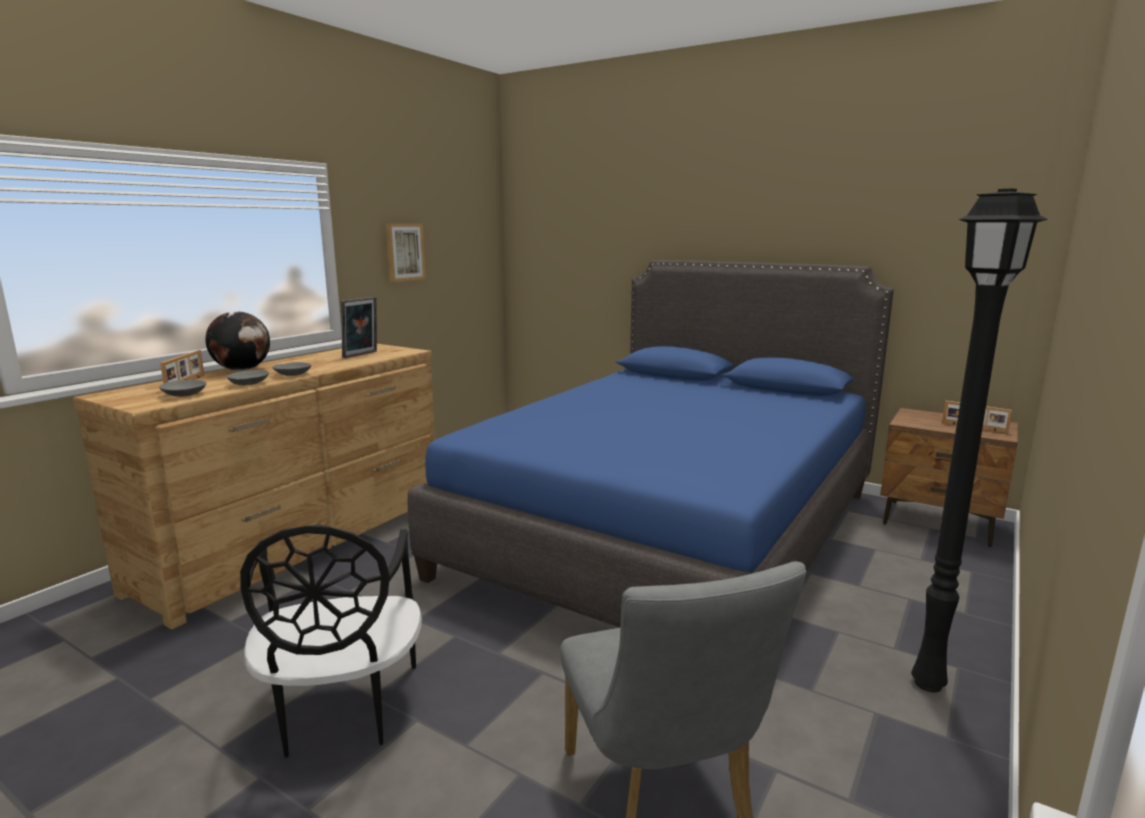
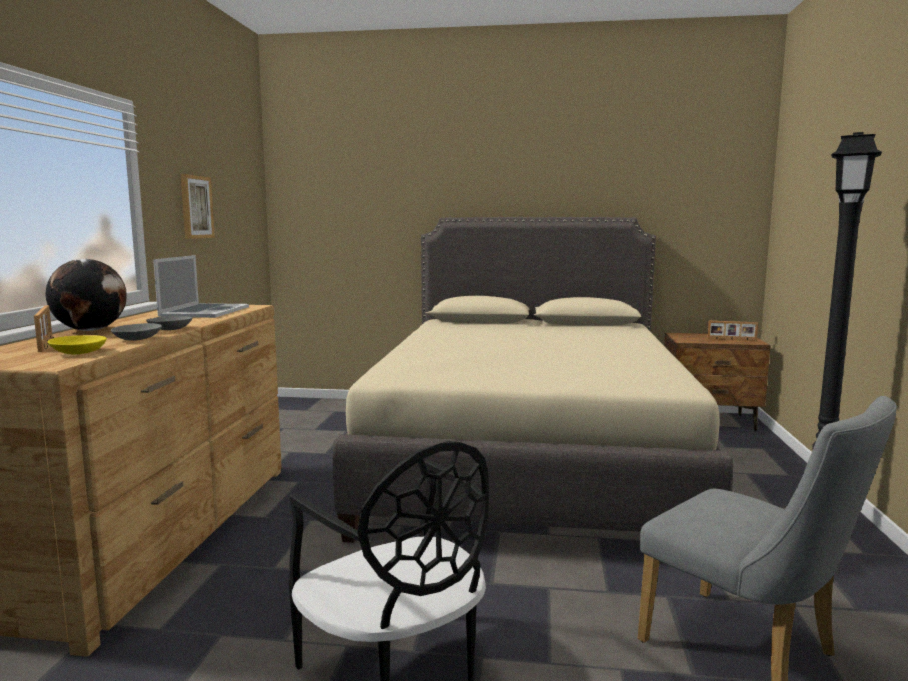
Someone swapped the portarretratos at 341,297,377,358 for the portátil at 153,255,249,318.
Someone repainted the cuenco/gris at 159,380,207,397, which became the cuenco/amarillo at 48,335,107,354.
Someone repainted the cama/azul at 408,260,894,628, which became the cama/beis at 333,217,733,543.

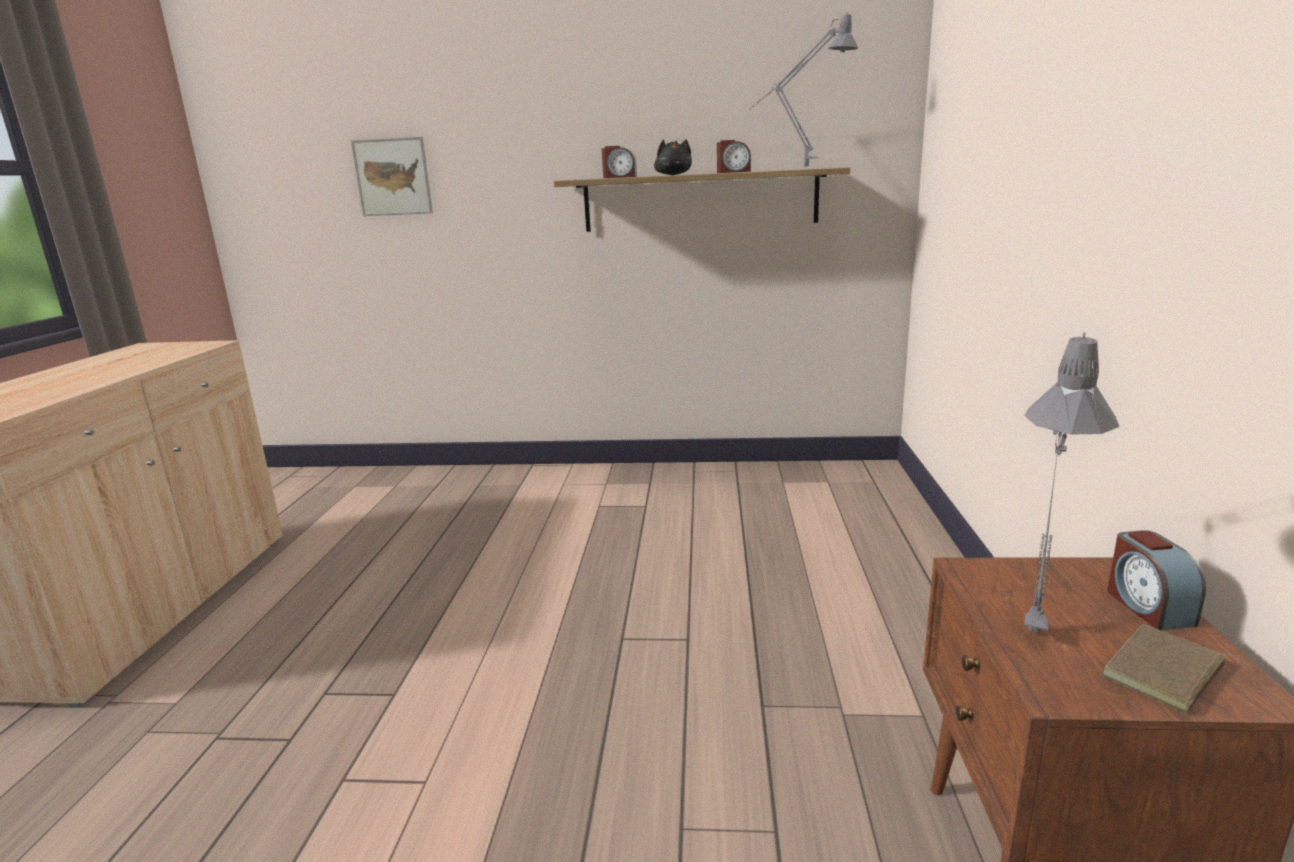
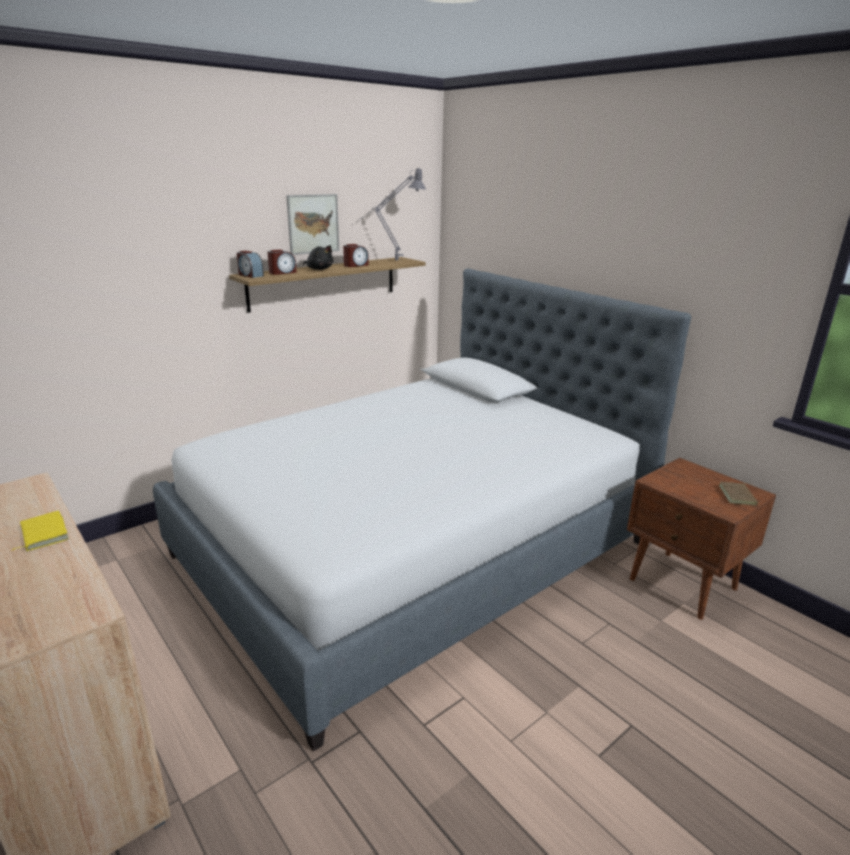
Someone took away the lámpara de mesa/gris at 1024,332,1120,639.
Someone put down the libro/amarillo at 11,511,69,551.
Someone put down the cama at 153,268,691,752.
Someone carried the cuadro from 351,137,433,216 to 286,194,339,255.
Someone carried the despertador from 1107,530,1206,630 to 237,251,264,278.

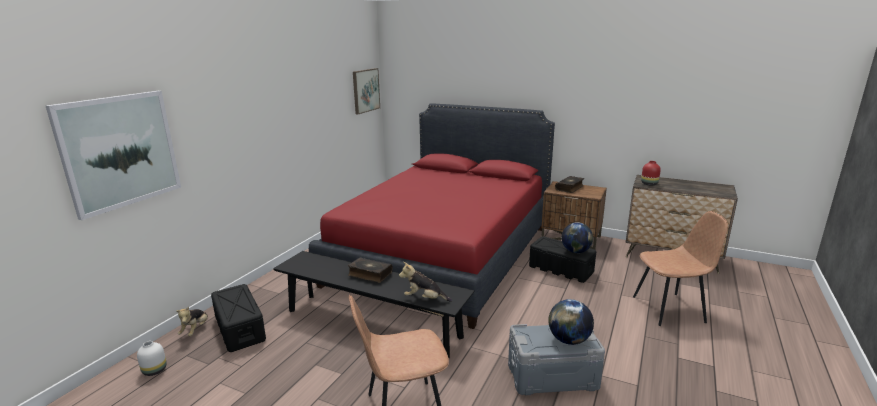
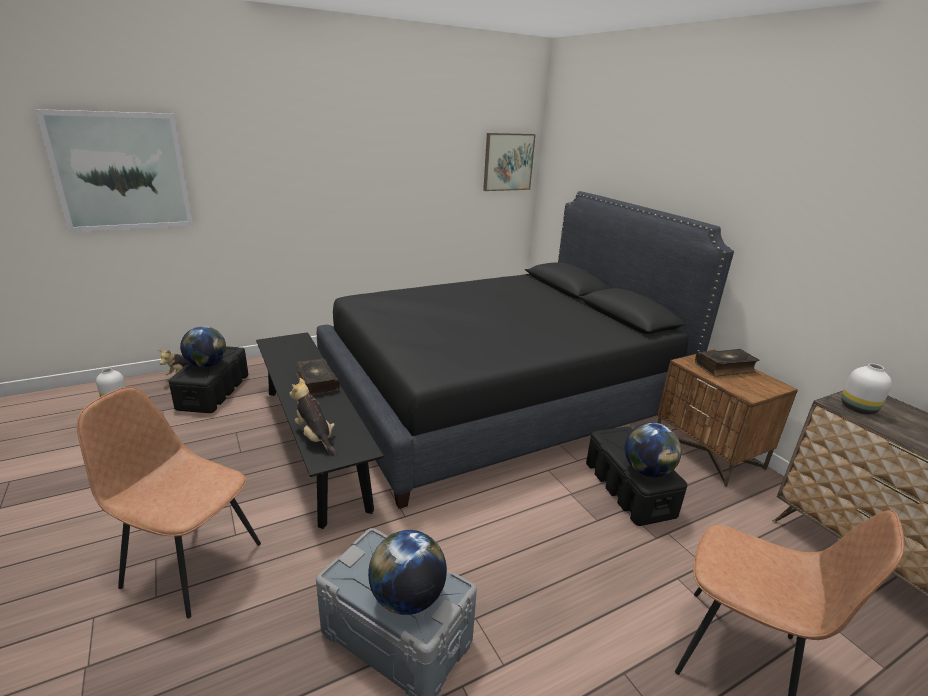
Someone put down the globo terráqueo at 180,326,226,368.
Someone repainted the cama/rojo at 309,103,555,329, which became the cama/negro at 317,191,734,509.
Someone repainted the florero/rojo at 641,161,661,186, which became the florero/blanco at 841,363,892,414.

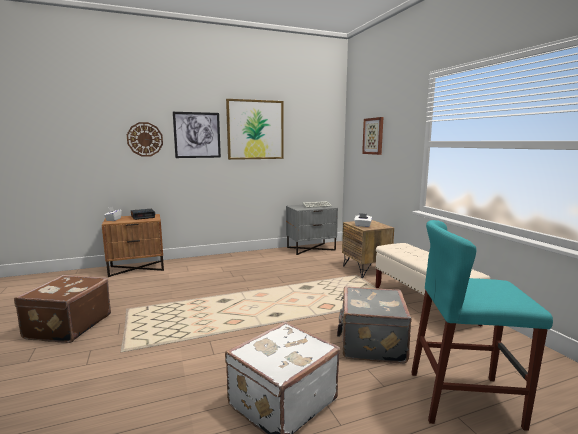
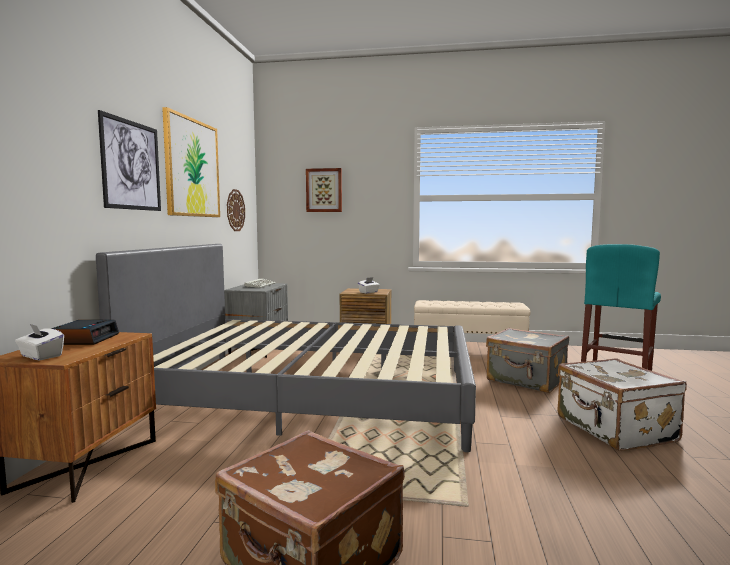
Someone put down the cama/gris at 96,244,476,452.
Someone carried the reloj de pared from 127,122,163,156 to 227,189,245,231.

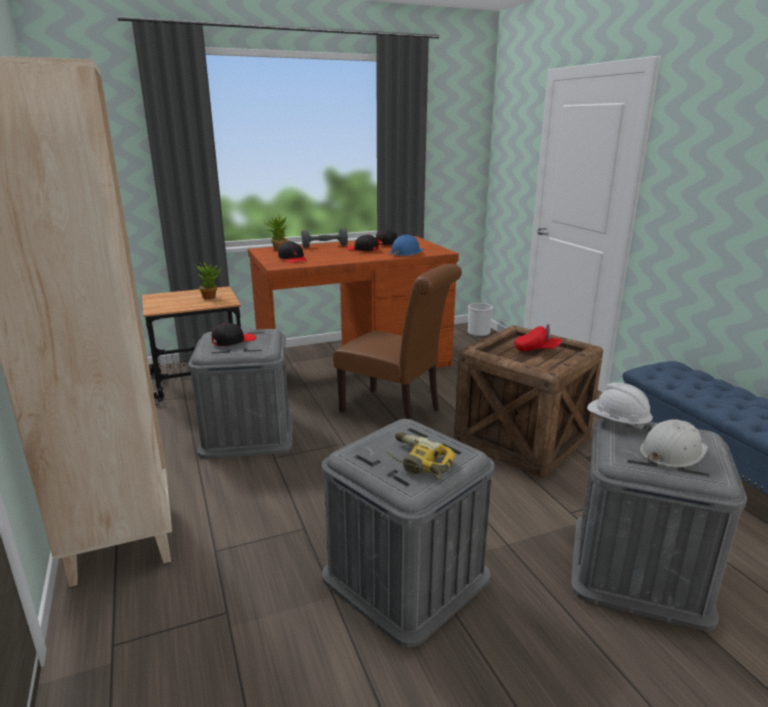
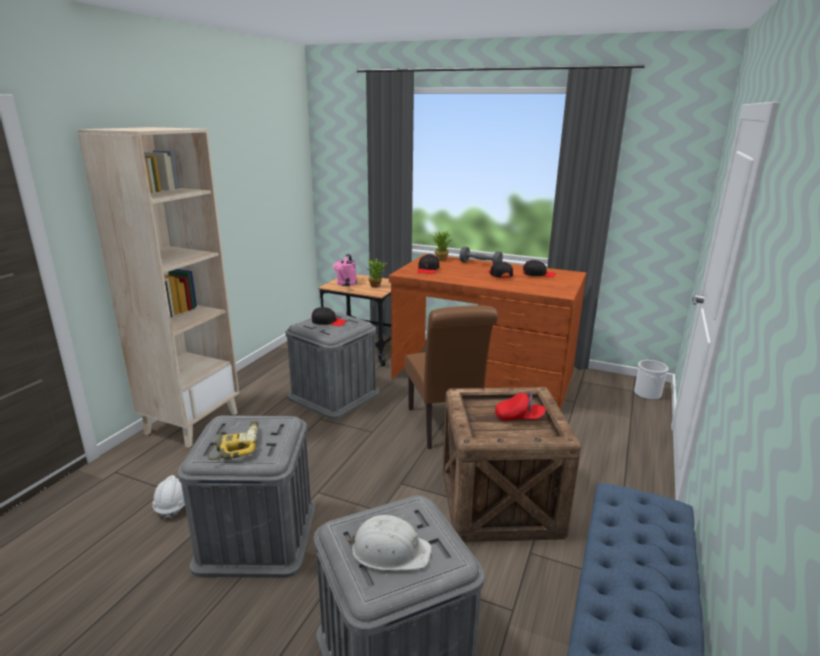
Someone took away the casco/azul at 390,235,423,256.
Someone put down the regadera/rosa at 333,254,357,286.
Someone carried the casco/blanco from 587,383,653,431 to 152,475,185,520.
Someone rotated the gorra/rojo at 514,324,562,352 by 45 degrees counterclockwise.

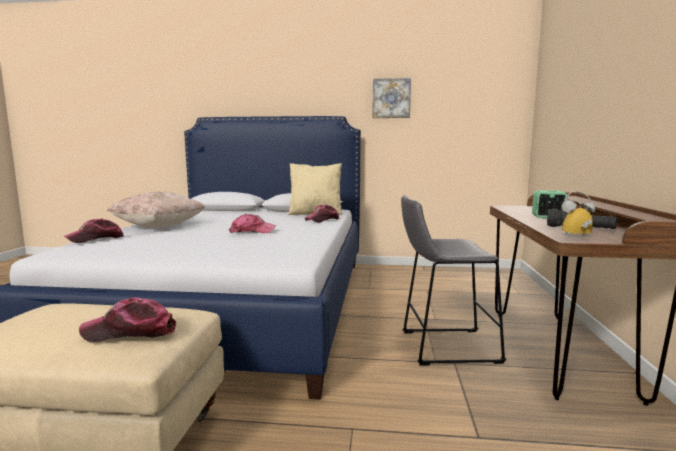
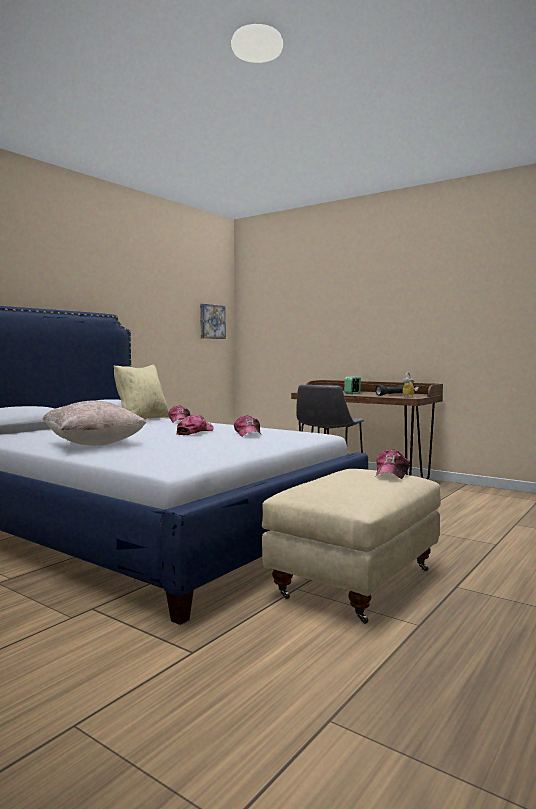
Someone carried the gorra from 64,218,124,243 to 234,415,261,437.
Someone carried the cuadro from 372,78,411,118 to 200,304,226,339.

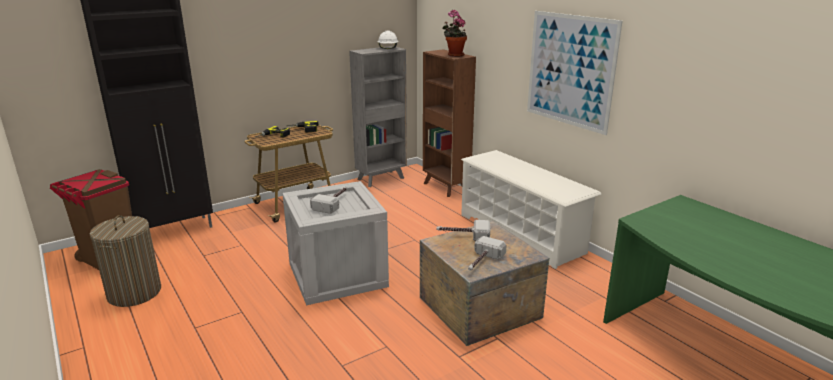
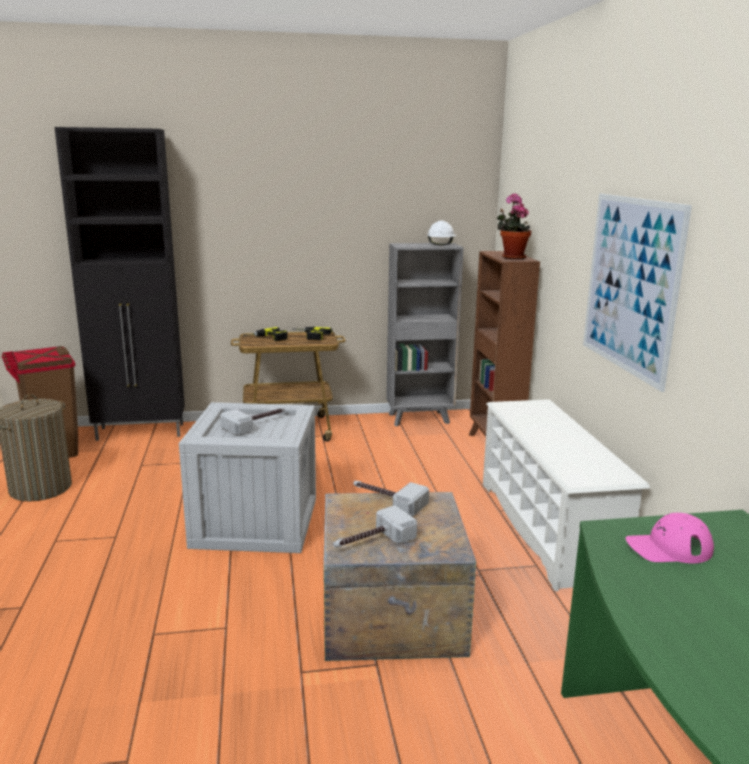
Someone put down the gorra/rosa at 626,513,714,563.

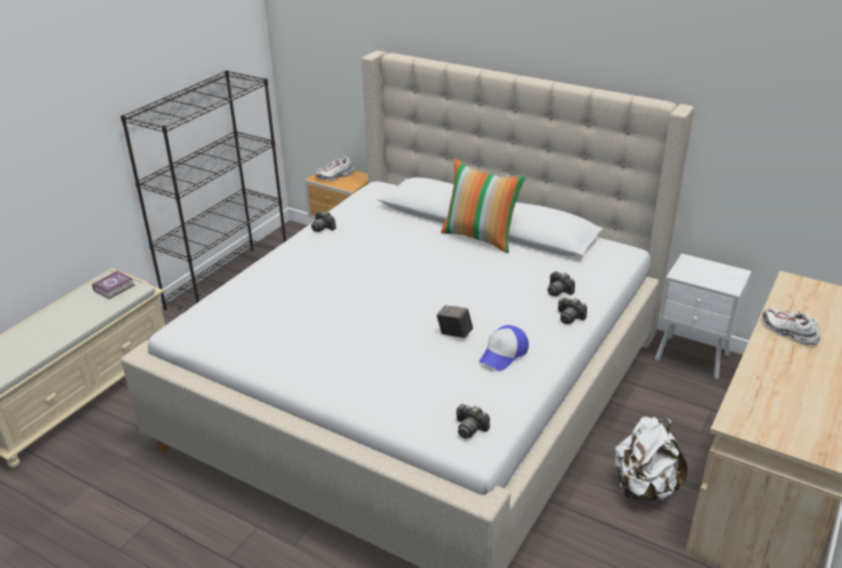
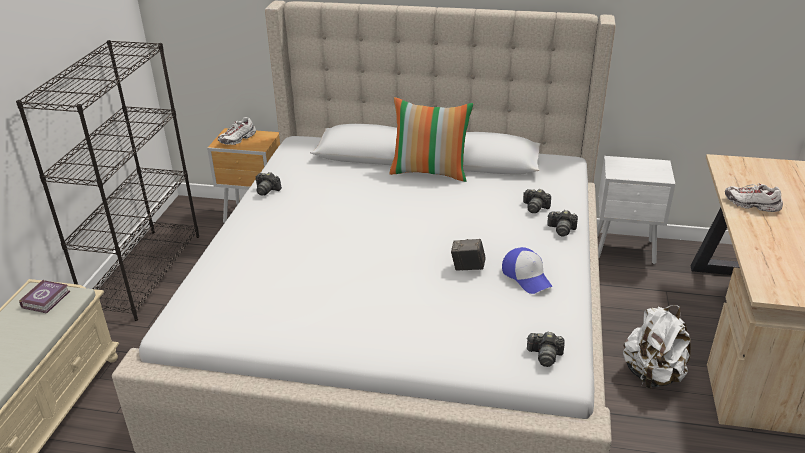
Someone rotated the gorra at 479,325,529,371 by 45 degrees counterclockwise.

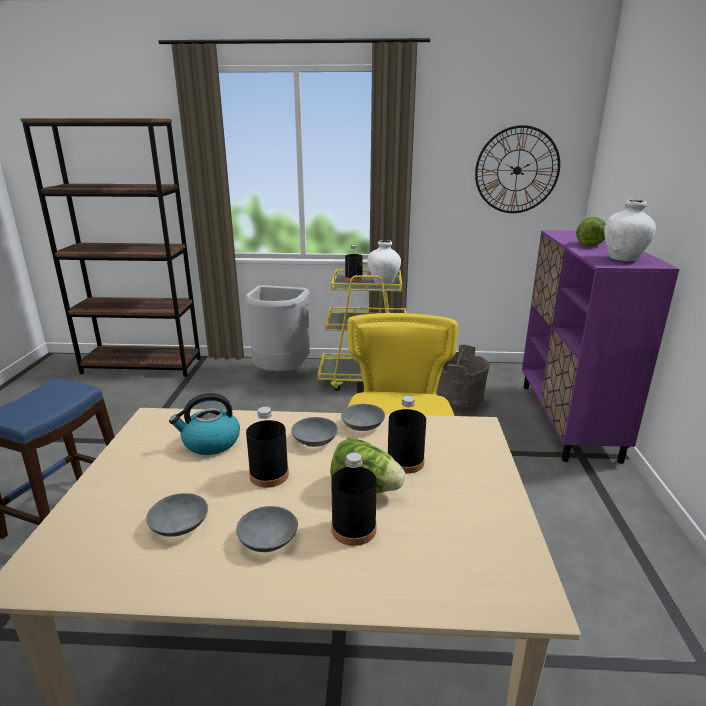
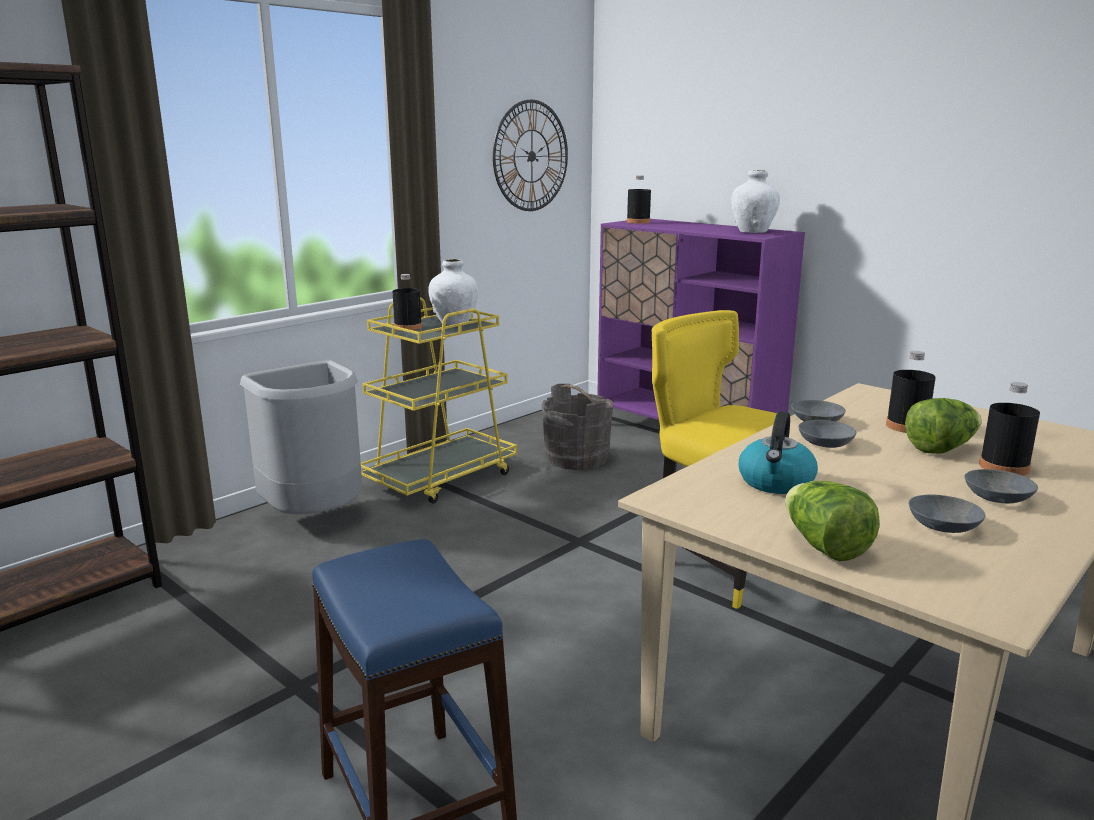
Someone carried the botella/negro from 246,407,289,488 to 627,176,651,224.
Someone carried the lechuga from 576,217,606,246 to 785,481,880,561.

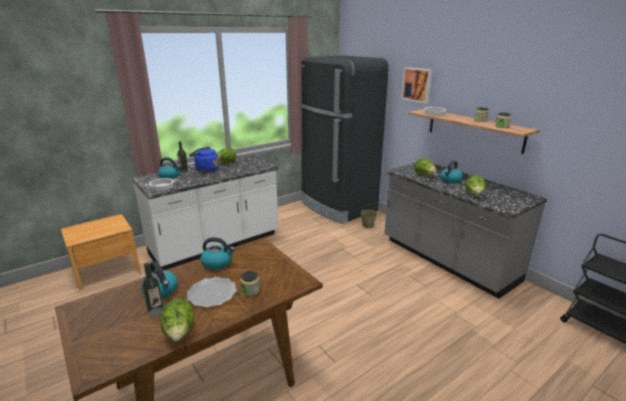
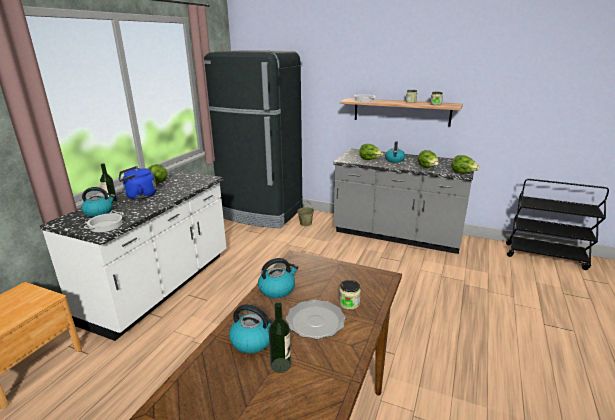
Someone took away the cuadro at 401,67,432,103.
Someone carried the lechuga from 161,299,194,341 to 452,155,480,174.

